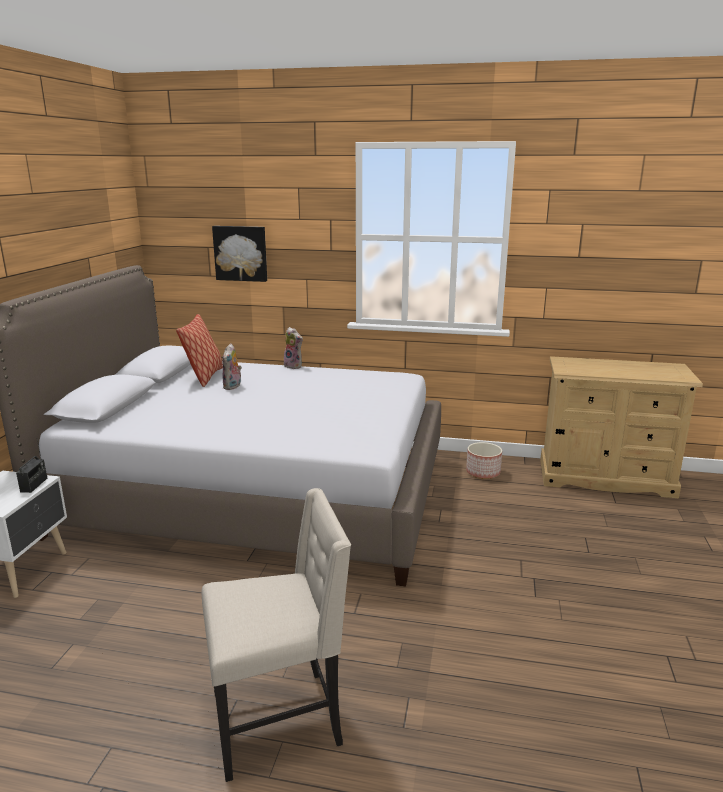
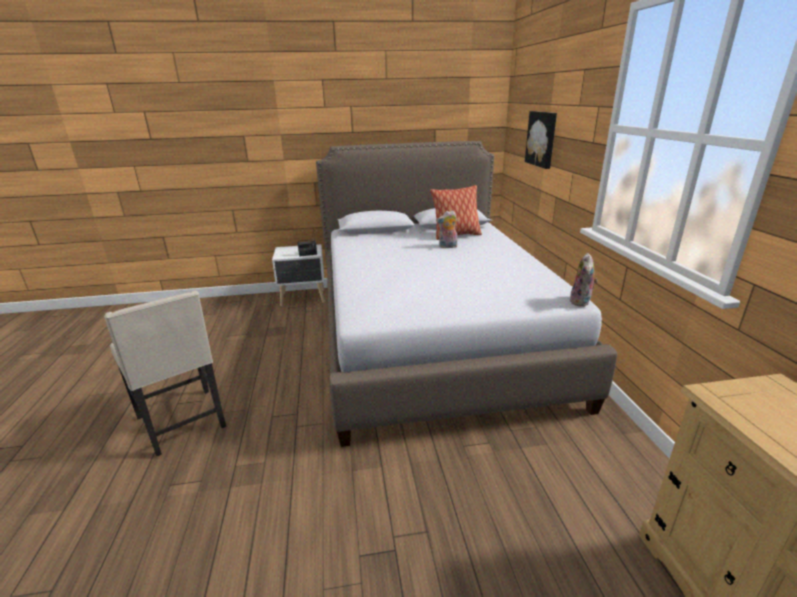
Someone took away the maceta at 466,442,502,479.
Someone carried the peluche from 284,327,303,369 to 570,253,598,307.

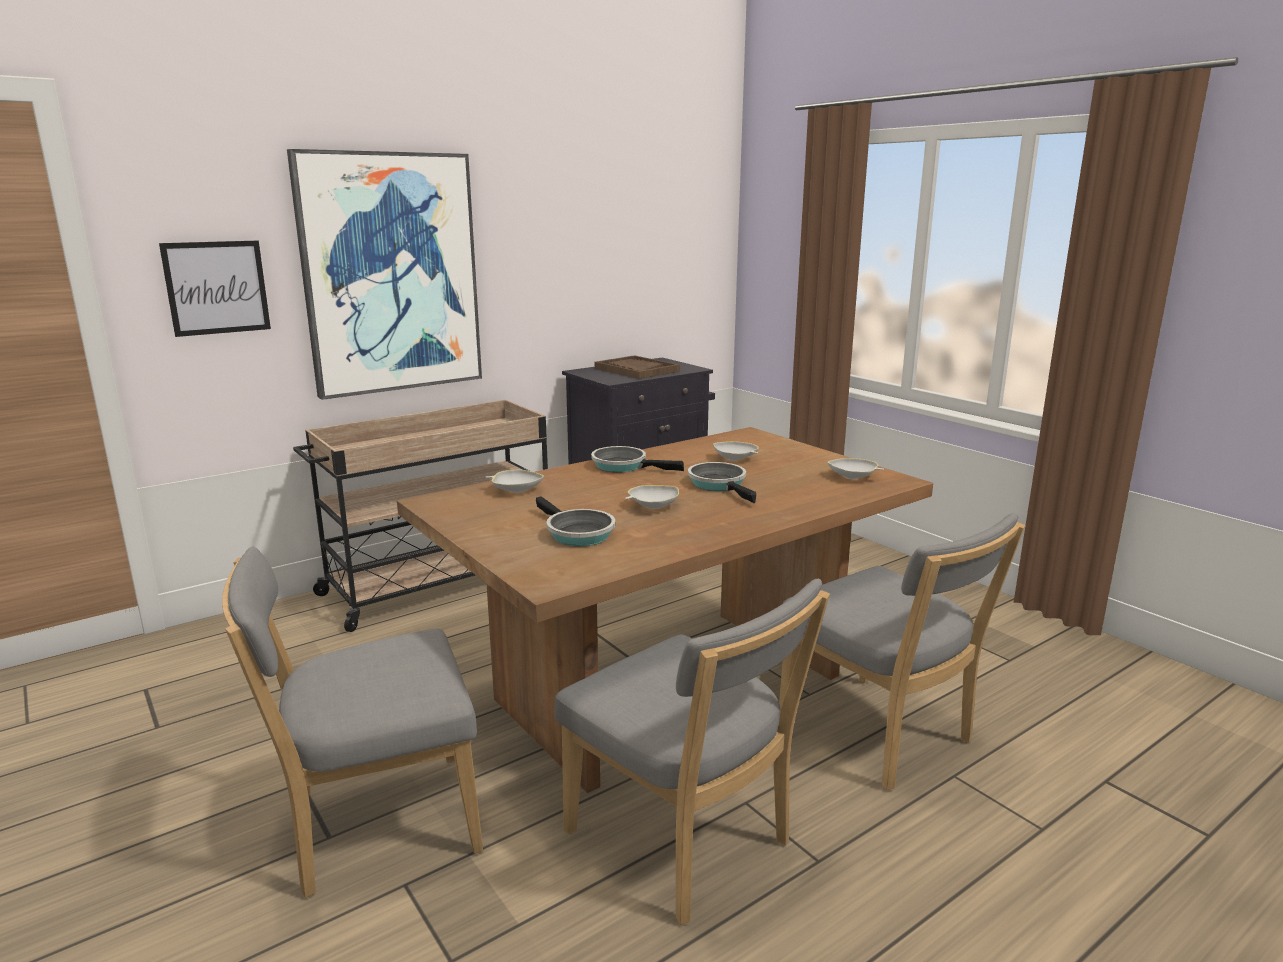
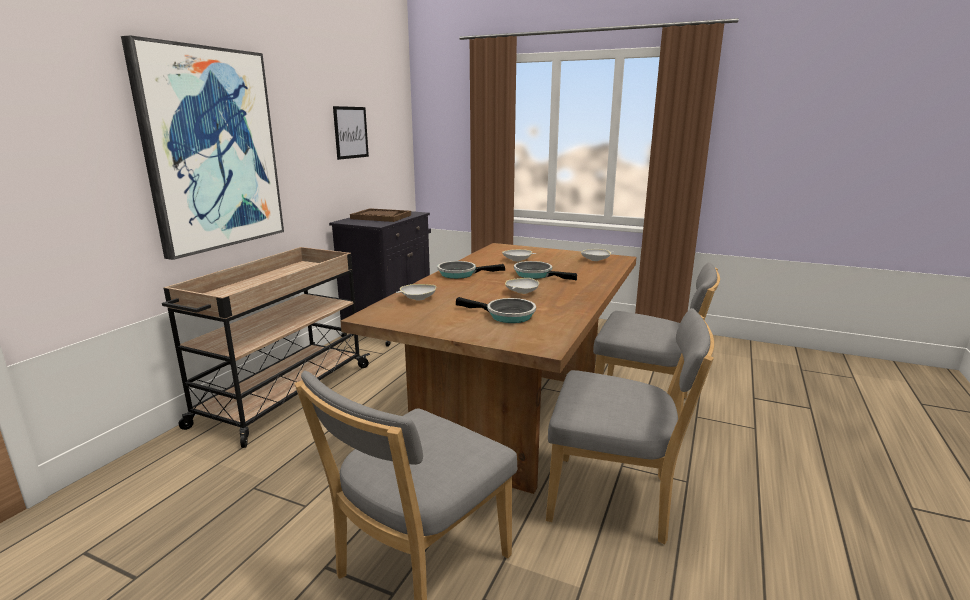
Someone carried the cuadro from 159,241,271,337 to 333,106,369,160.

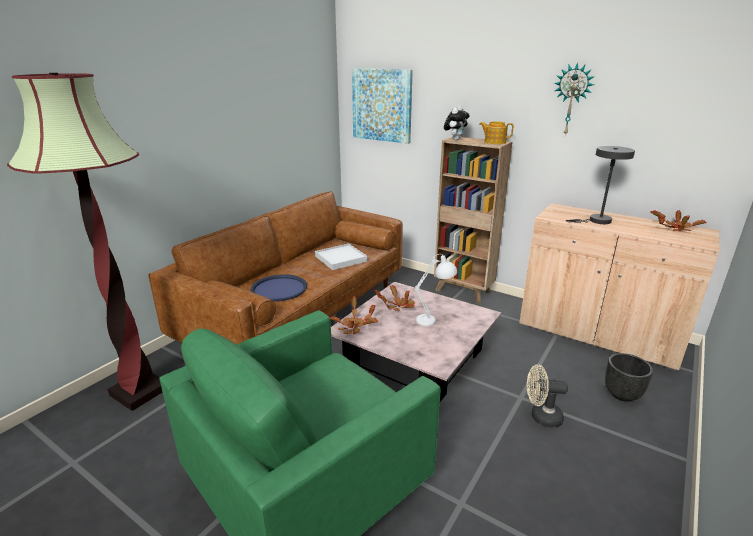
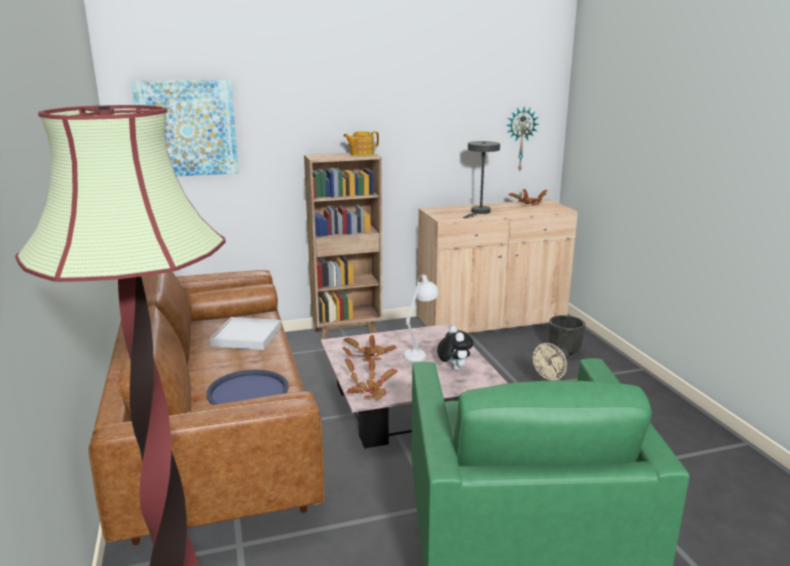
Someone carried the peluche from 444,107,470,140 to 437,326,473,370.
Someone carried the reloj de pared from 554,62,595,135 to 506,106,539,171.

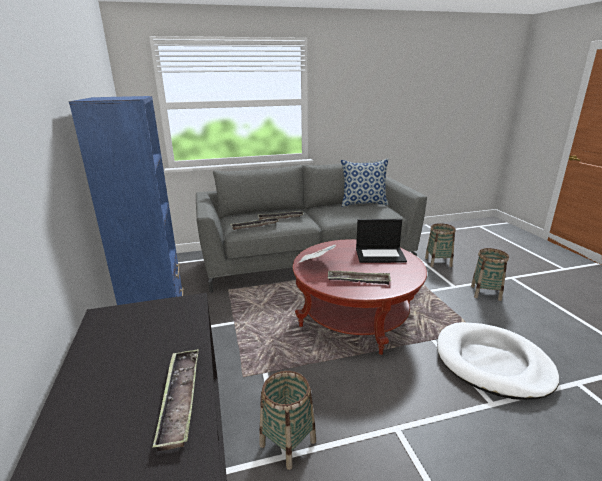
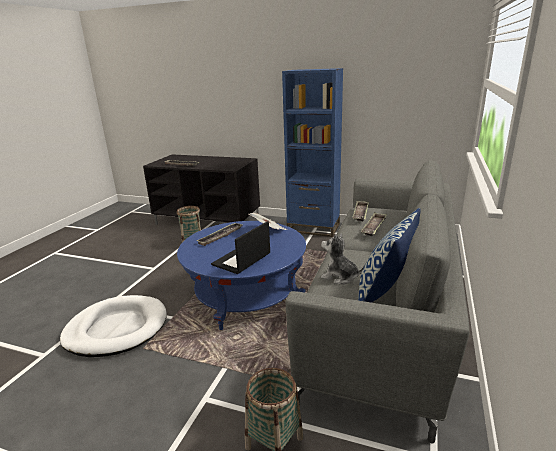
Someone took away the cesta at 471,248,509,301.
Someone put down the peluche at 321,233,365,284.
Someone repainted the mesa de centro/rojo at 293,239,427,355, which became the mesa de centro/azul at 177,221,306,330.

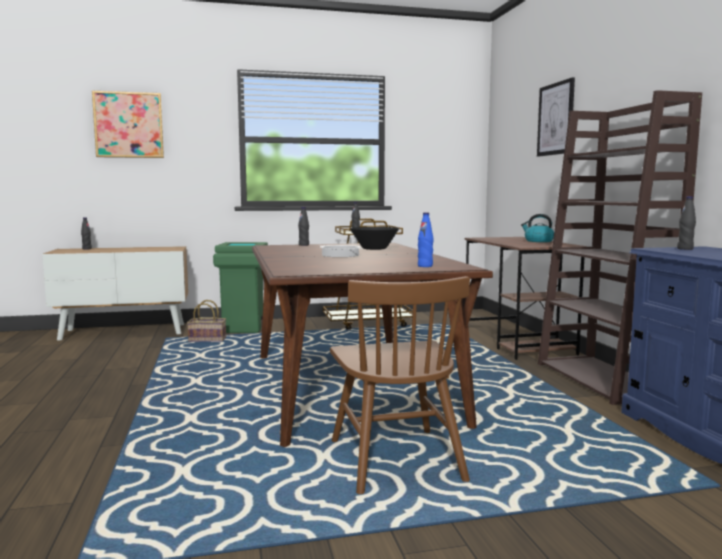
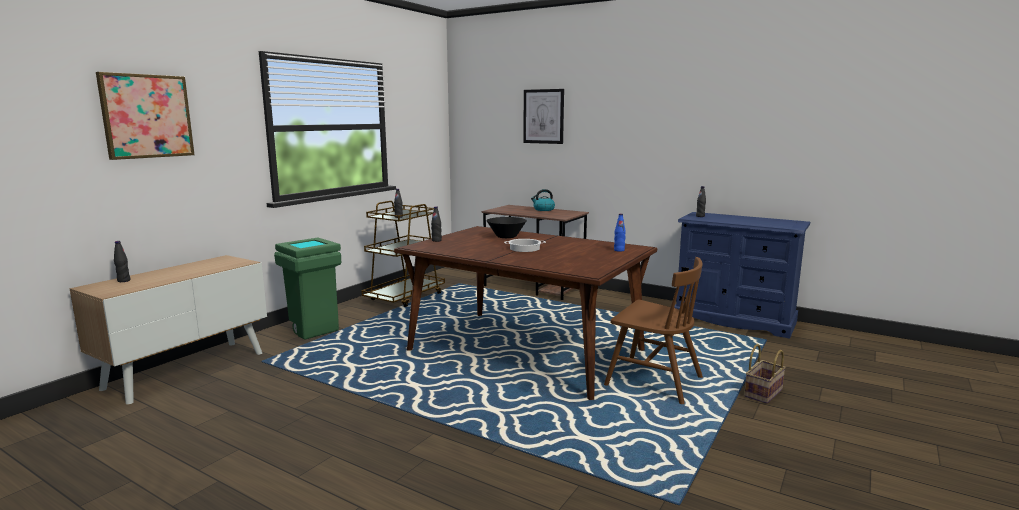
Someone took away the estantería/marrón at 538,90,702,405.
Someone carried the cesta from 187,300,226,342 to 744,344,786,404.

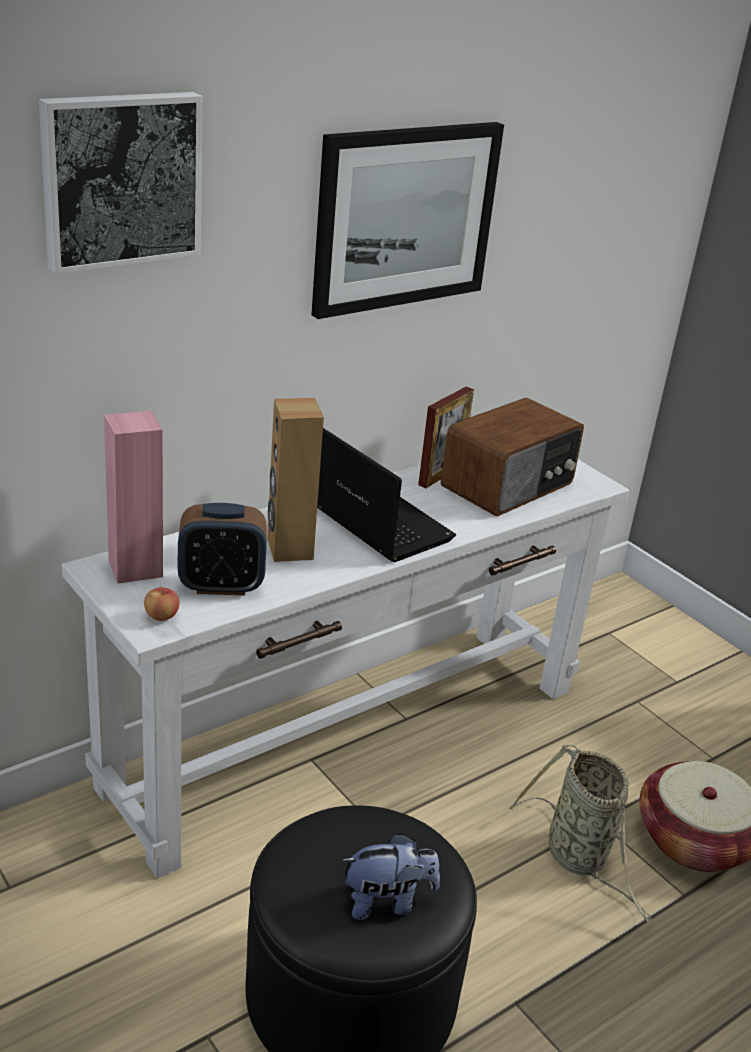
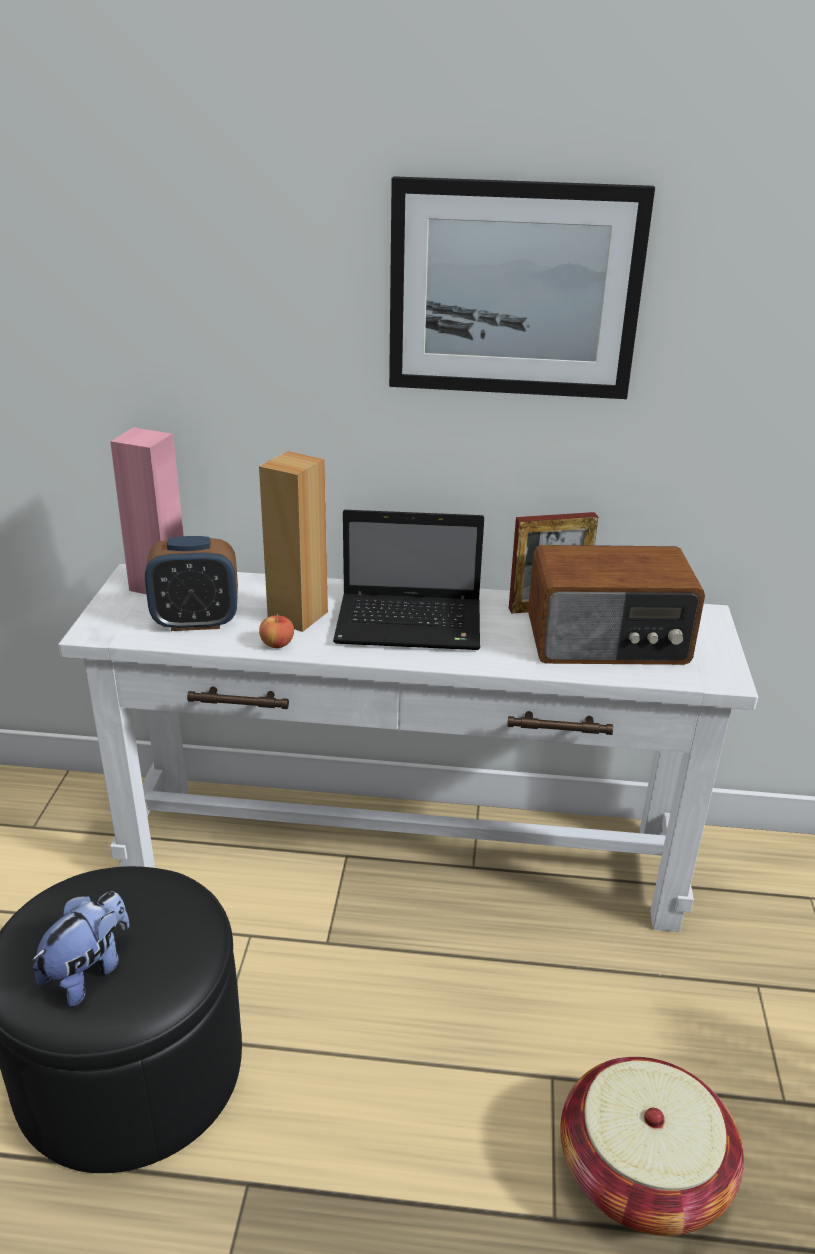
Someone took away the cuadro at 39,92,203,274.
Someone took away the cesta at 509,745,652,922.
Someone carried the manzana from 144,586,180,621 to 259,614,294,648.
Someone rotated the despertador at 178,503,267,595 by 45 degrees counterclockwise.
Someone rotated the portátil at 317,428,456,562 by 90 degrees clockwise.
Someone rotated the peluche at 341,833,440,920 by 90 degrees counterclockwise.

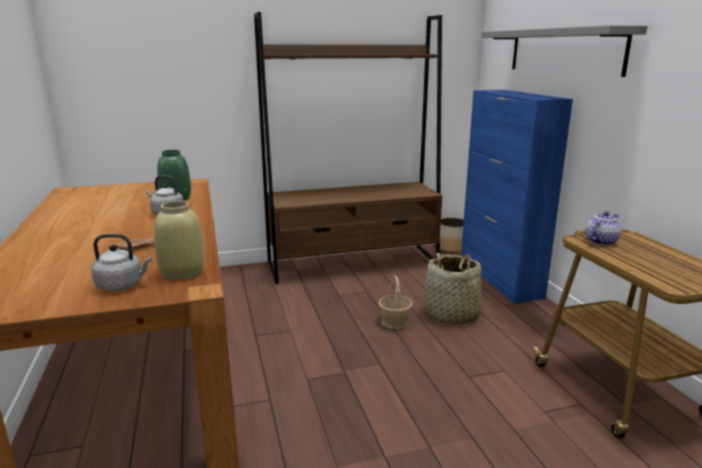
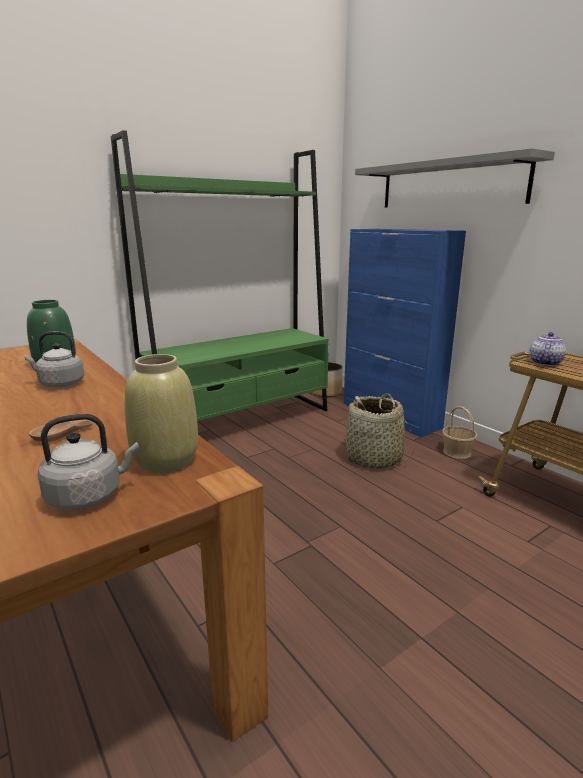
Someone carried the cesta from 379,276,412,329 to 442,406,477,459.
Someone repainted the estantería/marrón at 254,12,442,284, which became the estantería/verde at 111,130,329,421.

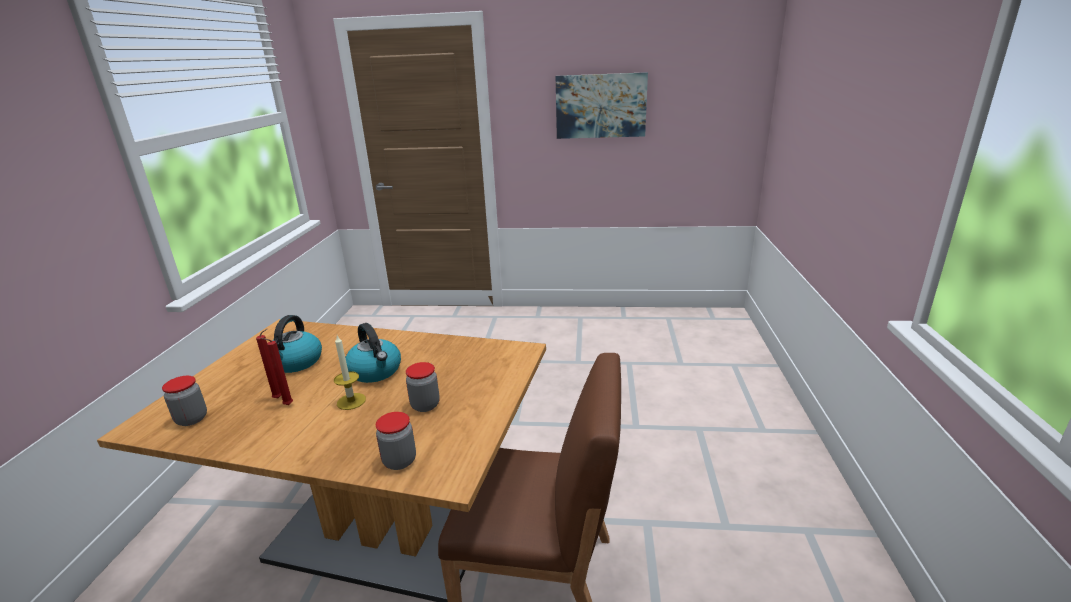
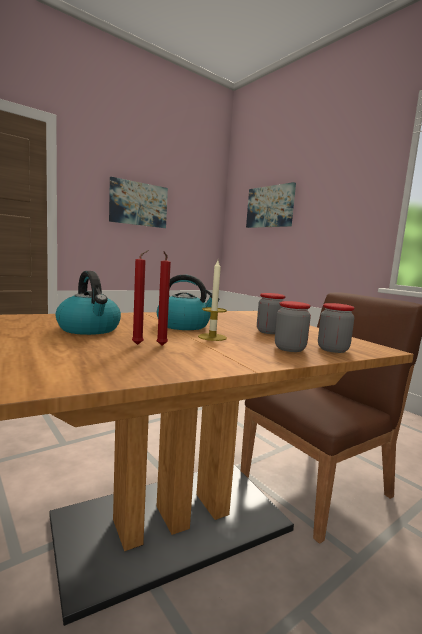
Someone put up the cuadro at 246,182,296,228.
Someone carried the tarro from 162,376,207,426 to 275,301,311,352.

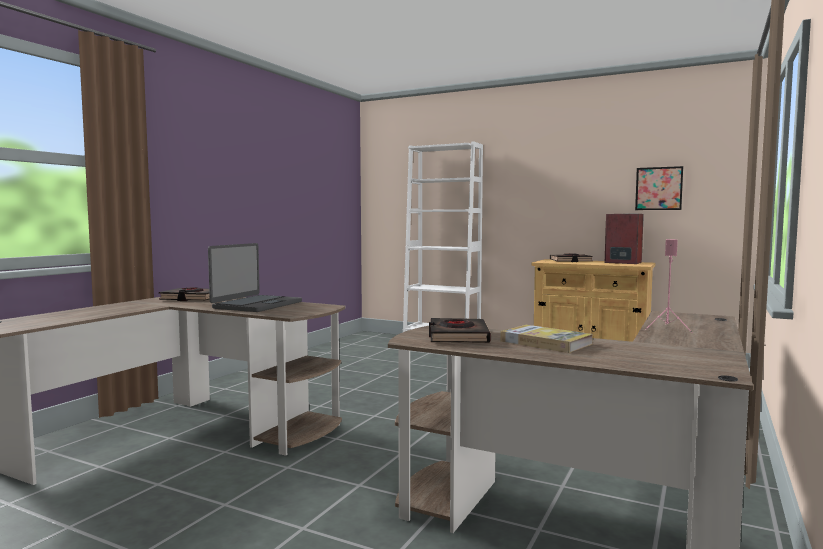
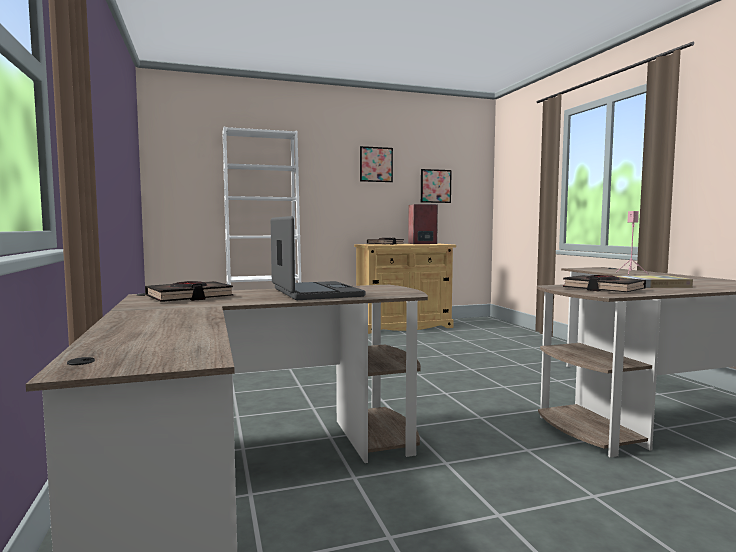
Someone put up the cuadro at 360,146,393,182.

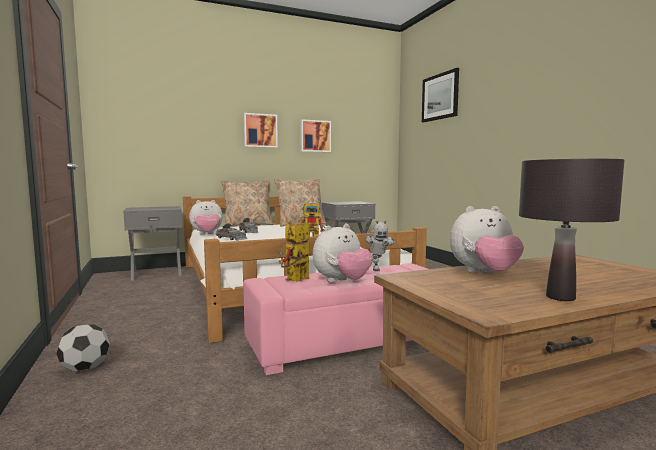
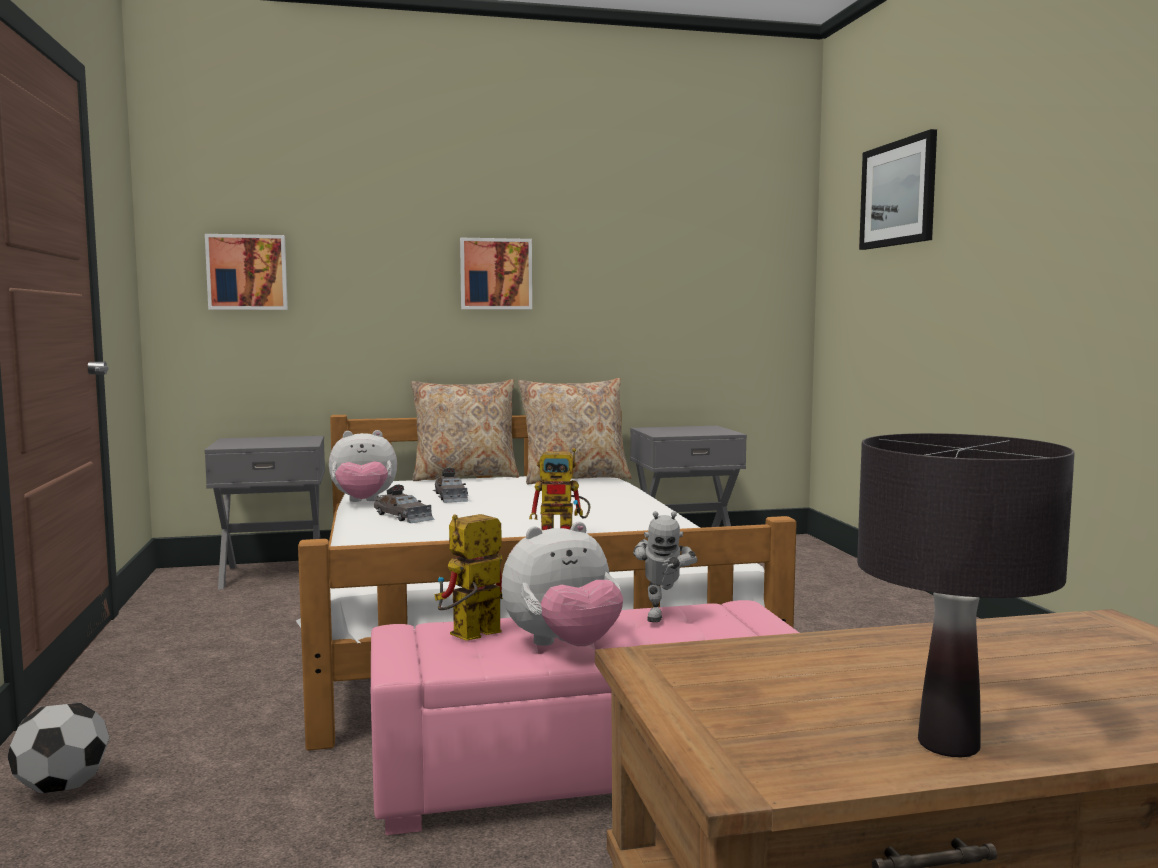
Someone took away the peluche at 450,206,524,273.
Someone carried the cuadro from 300,119,331,152 to 205,234,288,310.

